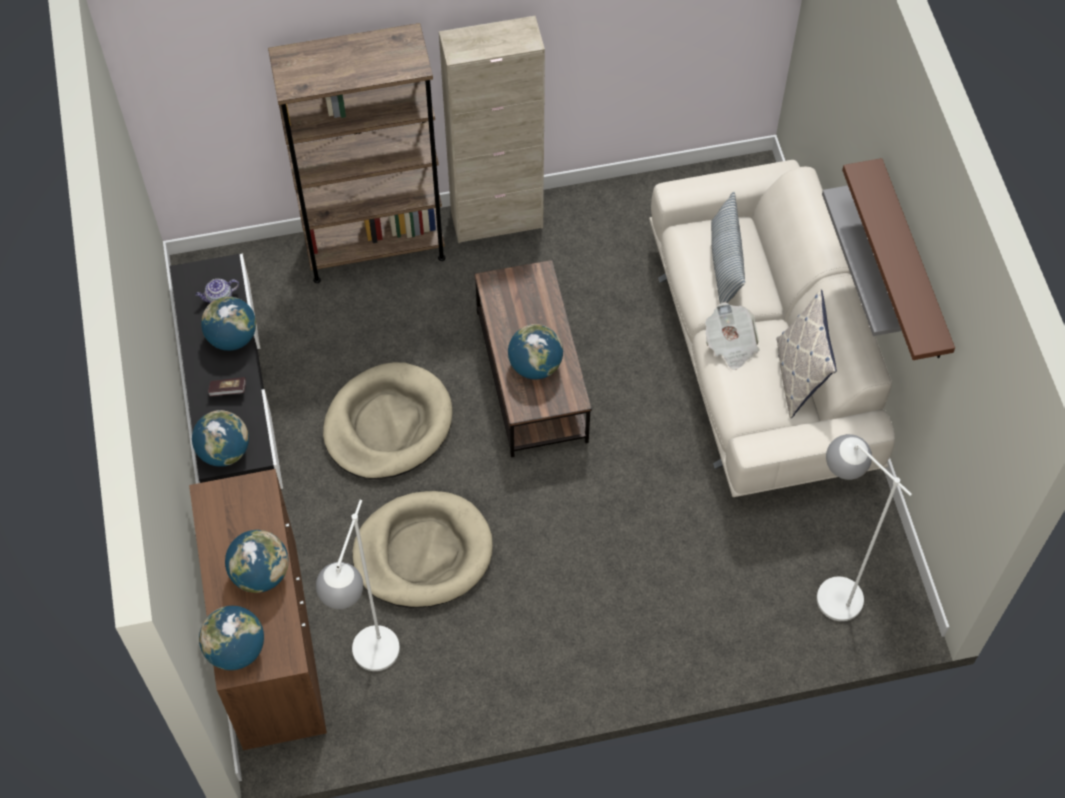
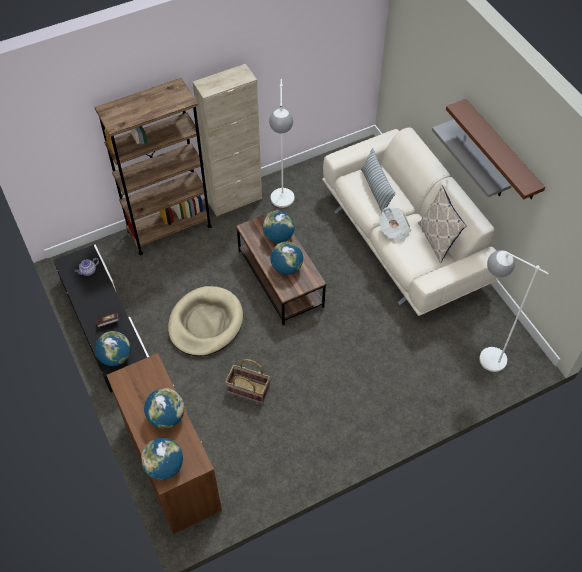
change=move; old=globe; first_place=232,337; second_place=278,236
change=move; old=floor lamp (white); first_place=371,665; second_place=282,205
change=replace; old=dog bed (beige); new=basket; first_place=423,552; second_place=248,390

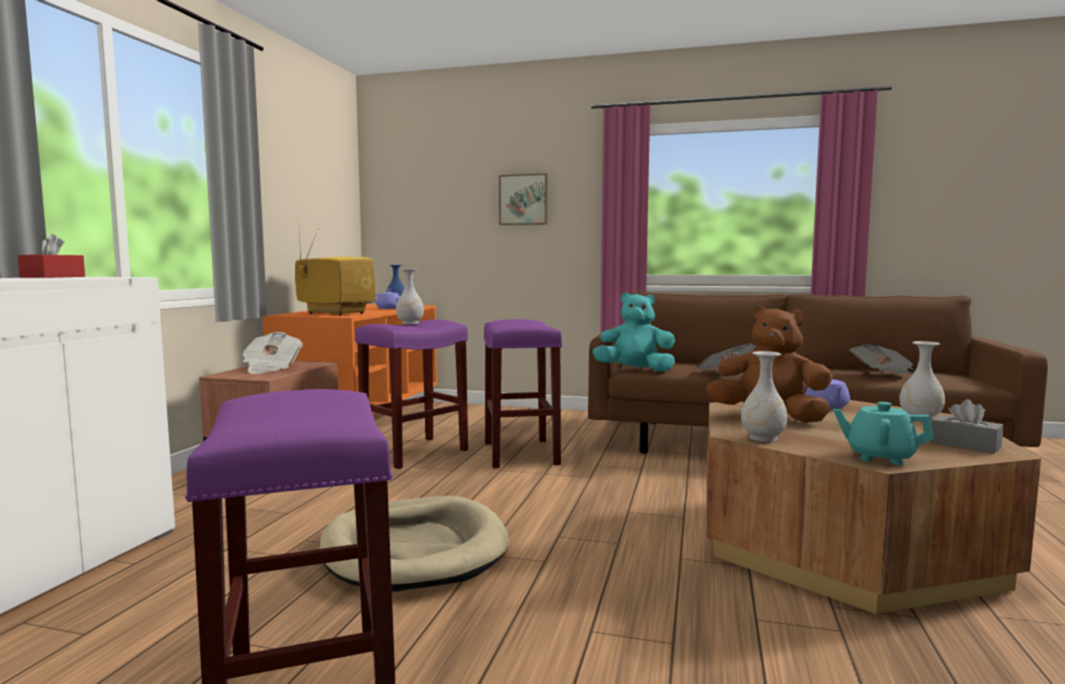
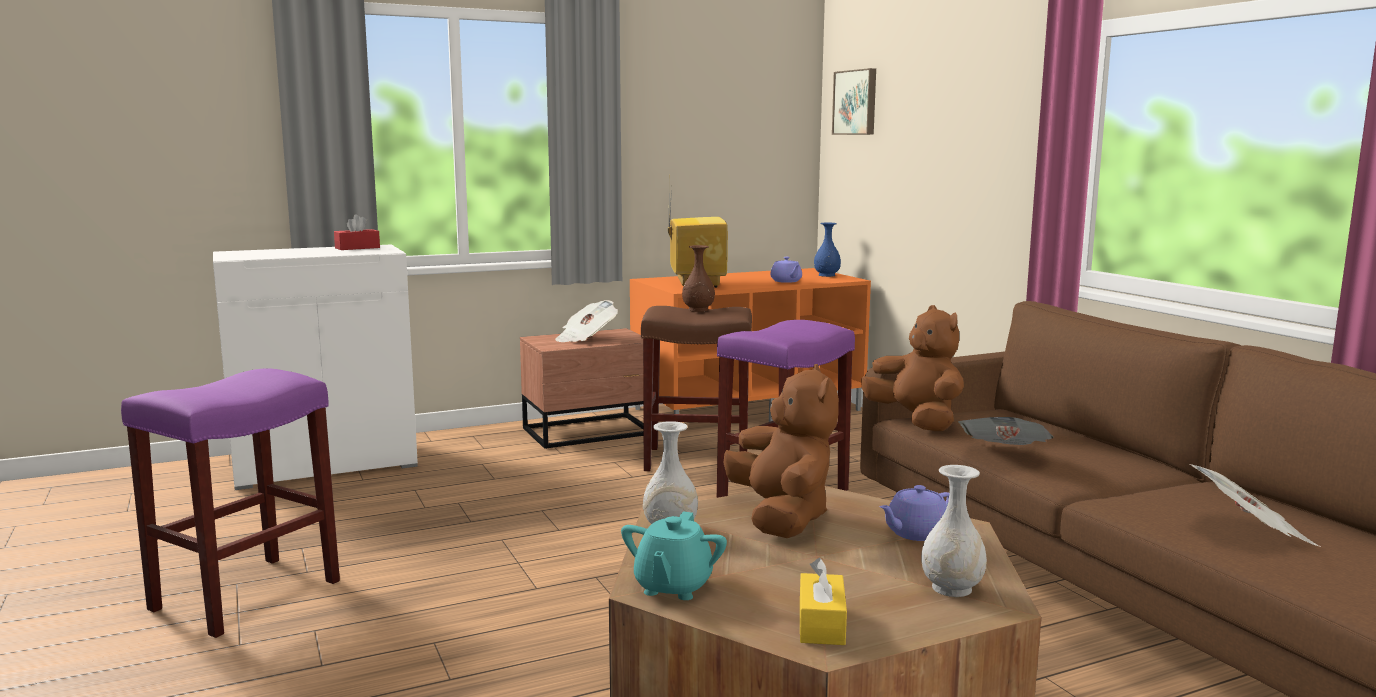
change=delete; old=dog bed (beige); first_place=414,549
change=recolor; old=stool (purple); new=stool (brown); first_place=415,452; second_place=698,460
change=recolor; old=vase (white); new=vase (brown); first_place=409,323; second_place=698,310
change=move; old=picture; first_place=524,200; second_place=856,102
change=recolor; old=plush toy (turquoise); new=plush toy (brown); first_place=635,370; second_place=916,421
change=rotate; old=teapot (turquoise); first_place=880,457; second_place=672,587; degrees=-150
change=recolor; old=tissue box (grey); new=tissue box (yellow); first_place=965,445; second_place=821,624

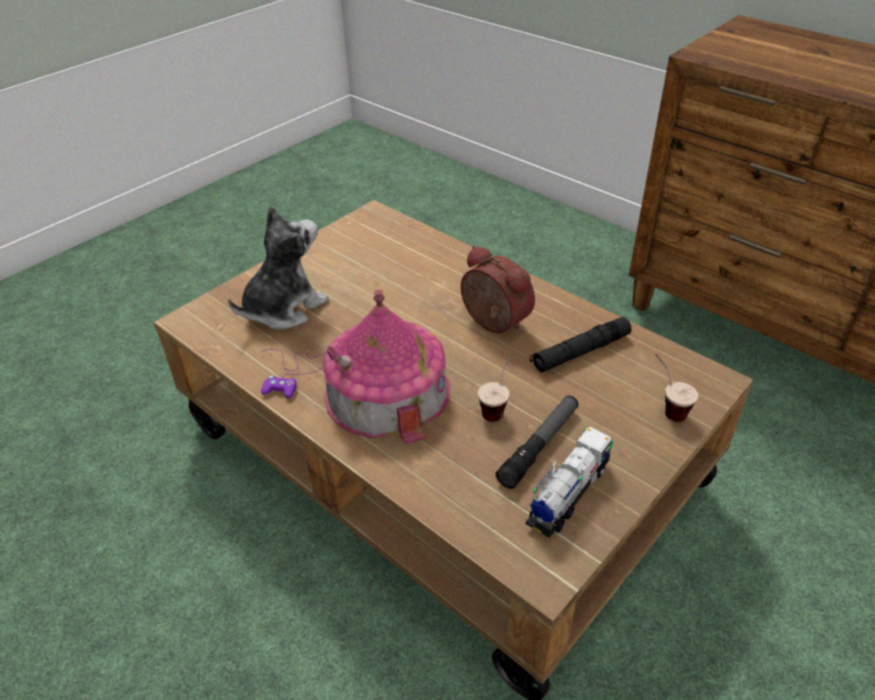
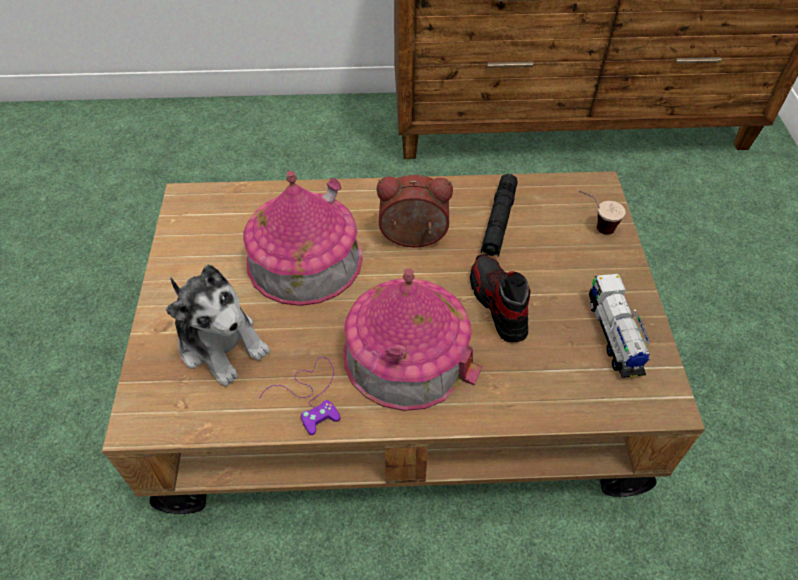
change=rotate; old=plush toy; first_place=283,308; second_place=221,343; degrees=135
change=replace; old=cup; new=shoe; first_place=498,406; second_place=498,304
change=delete; old=flashlight; first_place=539,446
change=insert; new=toy house; second_place=304,259

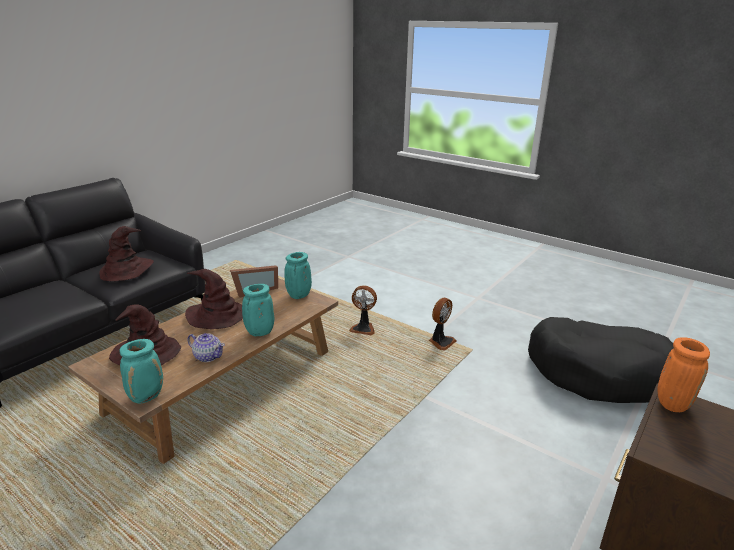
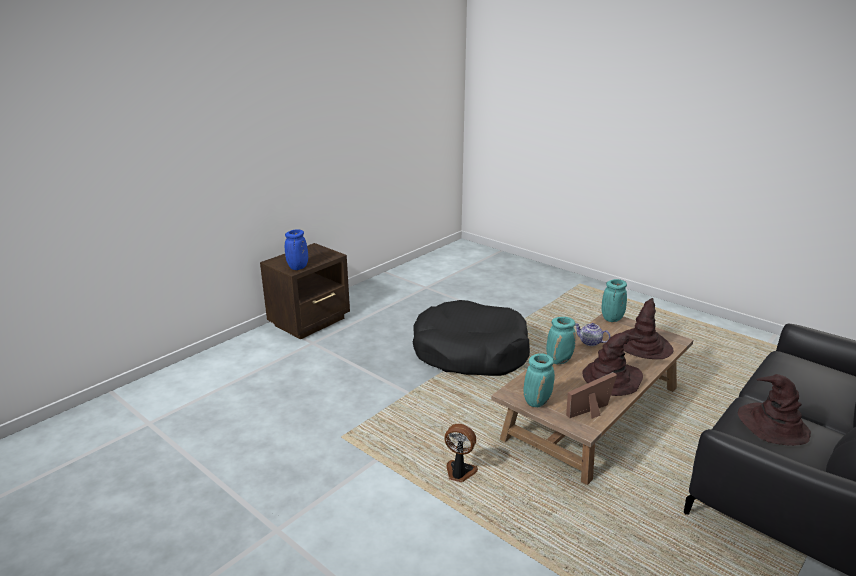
change=delete; old=fan; first_place=441,342
change=move; old=dog bed (black); first_place=599,372; second_place=470,352
change=recolor; old=vase (orange); new=vase (blue); first_place=671,403; second_place=298,268

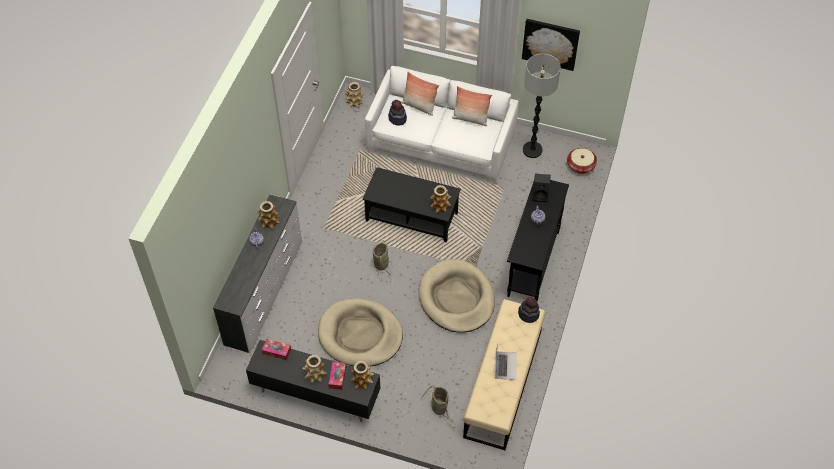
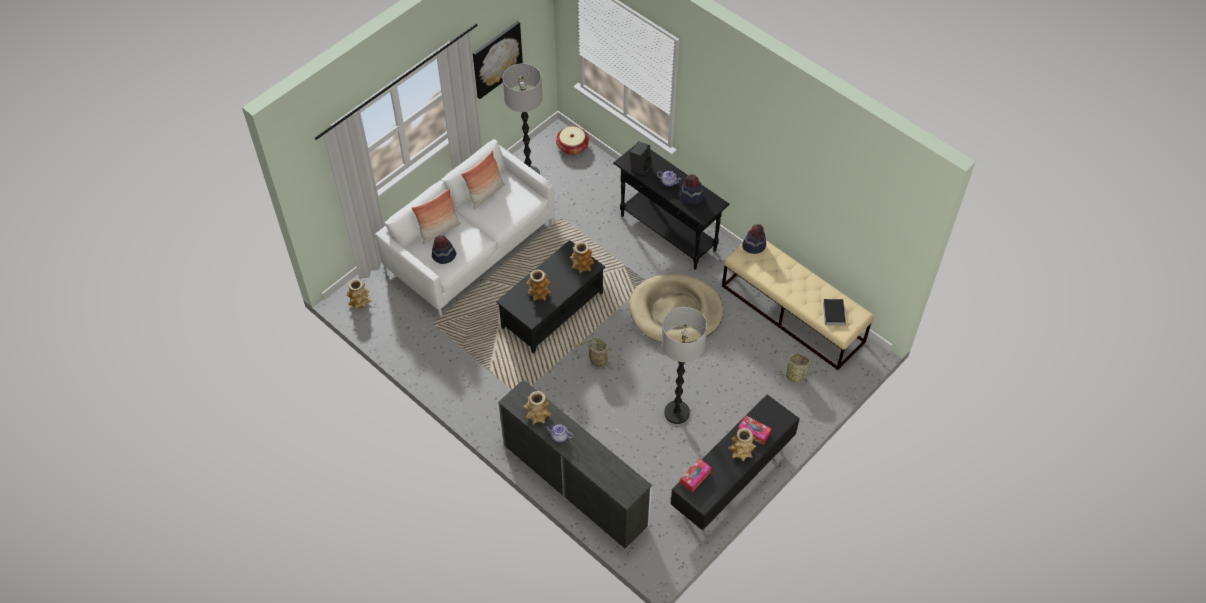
change=replace; old=dog bed (beige); new=floor lamp; first_place=360,335; second_place=677,412
change=move; old=vase; first_place=362,381; second_place=539,293
change=delete; old=laptop; first_place=505,365
change=insert; new=hat; second_place=691,196
change=insert; new=book; second_place=833,312

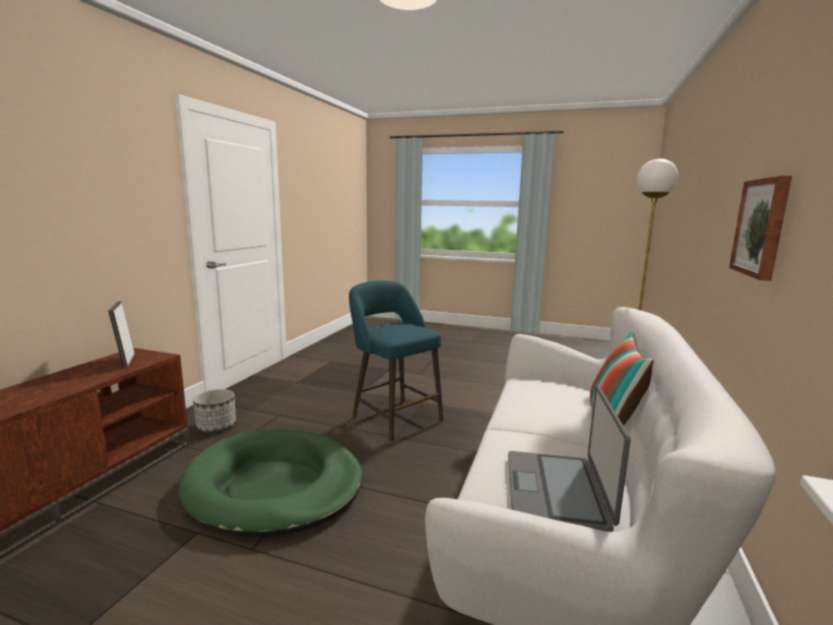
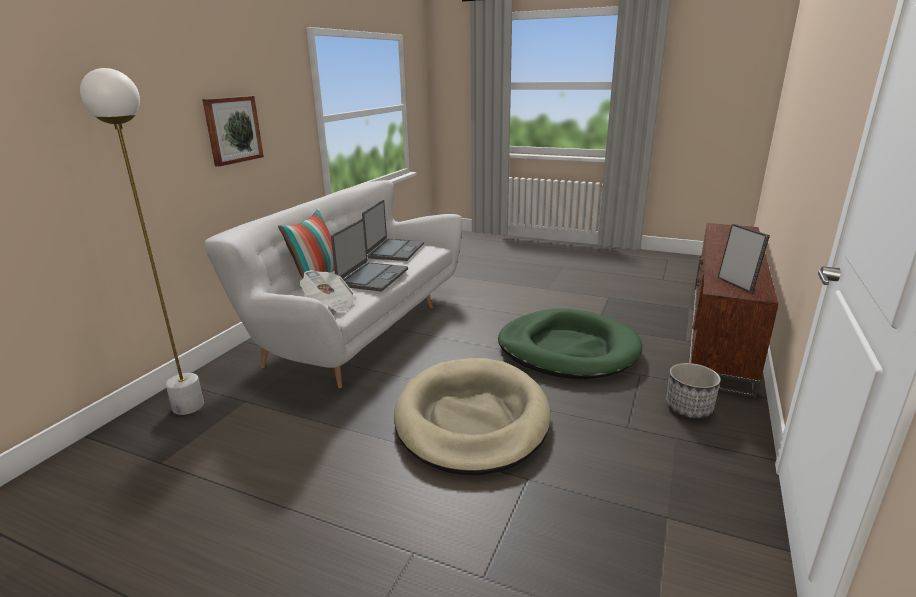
change=replace; old=stool (turquoise); new=dog bed (beige); first_place=394,418; second_place=472,419
change=insert; new=newspaper; second_place=330,304
change=insert; new=laptop; second_place=372,277

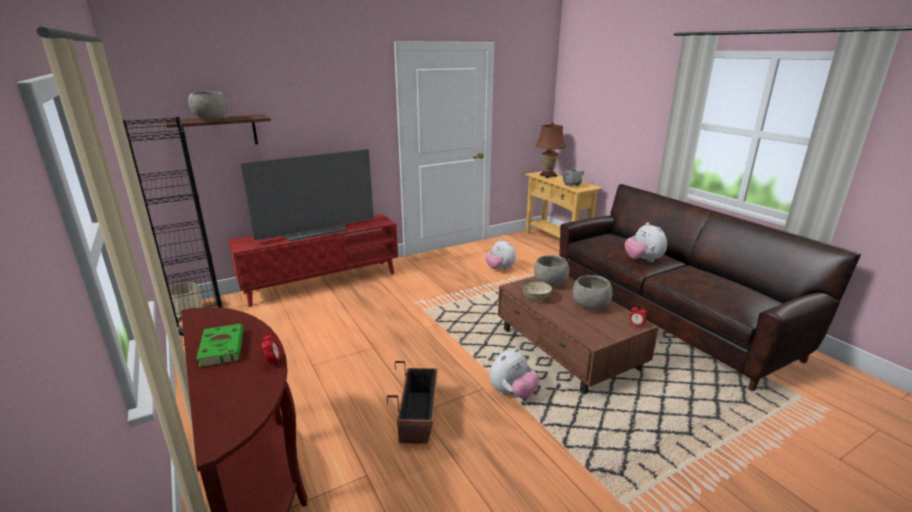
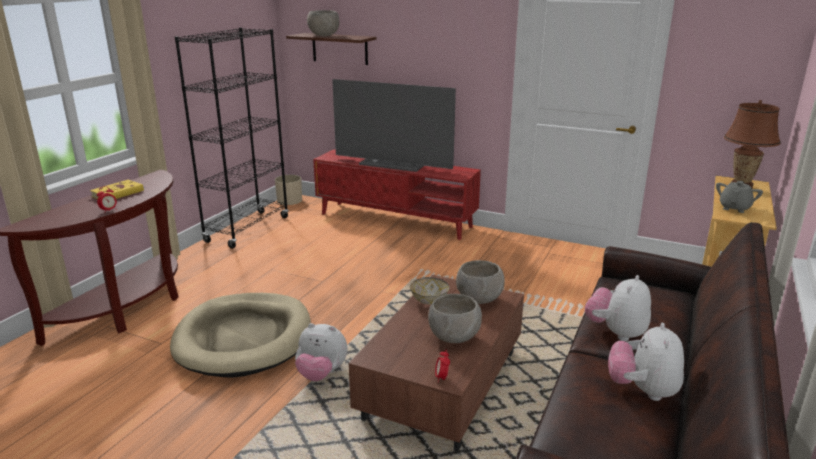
change=recolor; old=book (green); new=book (yellow); first_place=222,347; second_place=119,193
change=replace; old=planter; new=dog bed (beige); first_place=418,417; second_place=244,338
change=move; old=plush toy; first_place=500,269; second_place=642,390

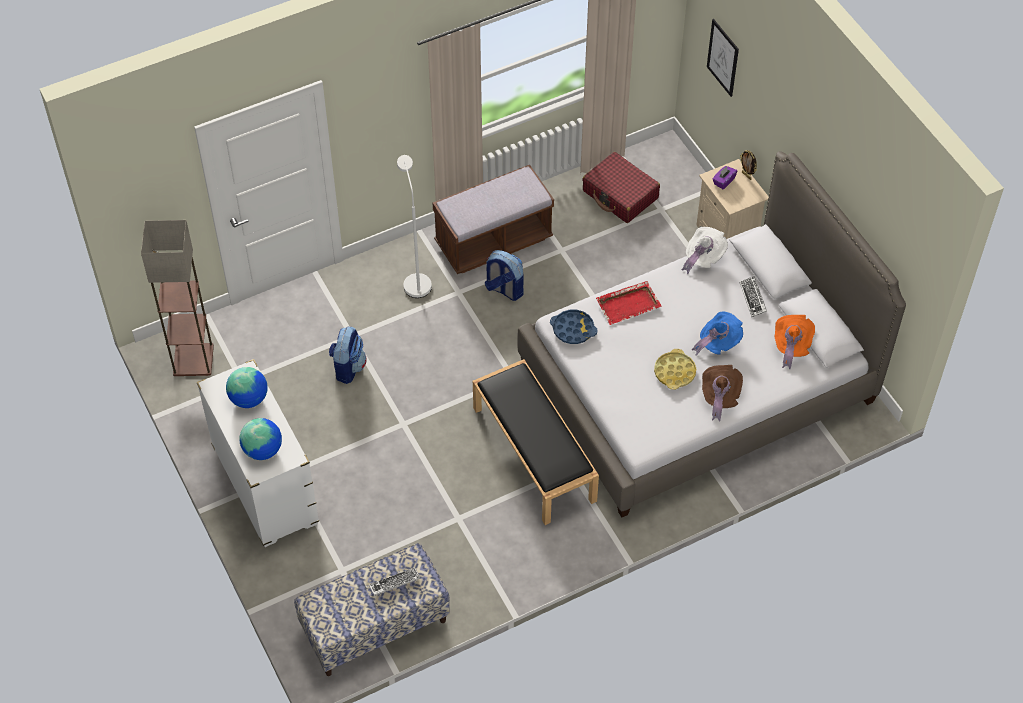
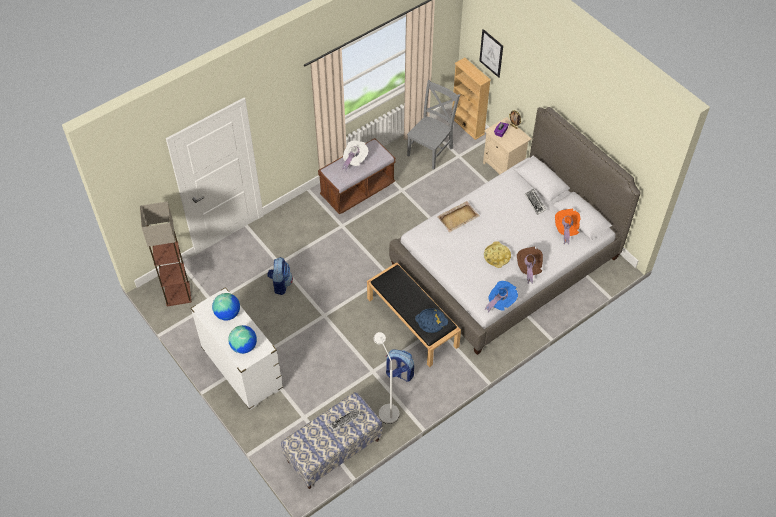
change=move; old=floor lamp (white); first_place=416,280; second_place=386,409
change=move; old=backpack; first_place=504,289; second_place=399,373
change=move; old=tray (blue); first_place=573,329; second_place=431,322
change=replace; old=suitcase (red); new=chair (grey); first_place=620,195; second_place=431,150
change=recolor; old=tray (red); new=tray (beige); first_place=629,304; second_place=458,217
change=move; old=hat (white); first_place=703,257; second_place=354,160
change=move; old=hat (blue); first_place=718,342; second_place=500,301
change=insert; new=bookcase (beige); second_place=467,125

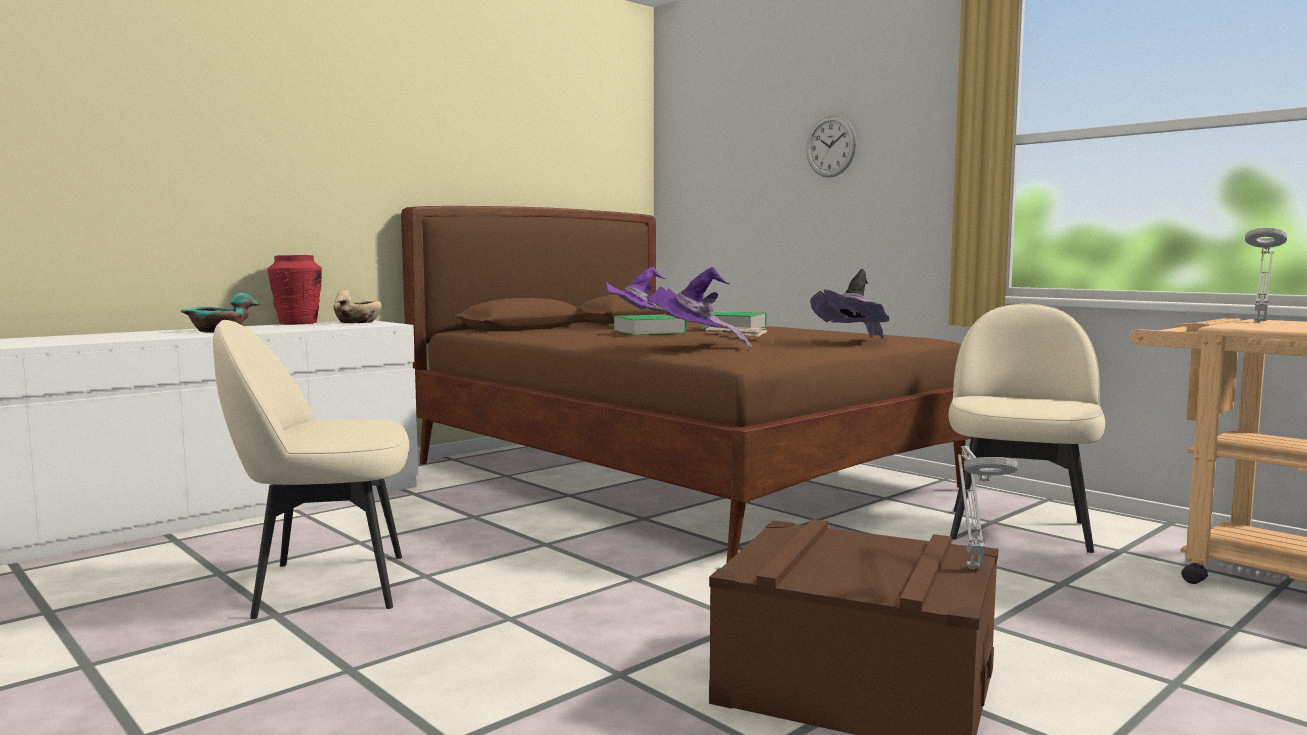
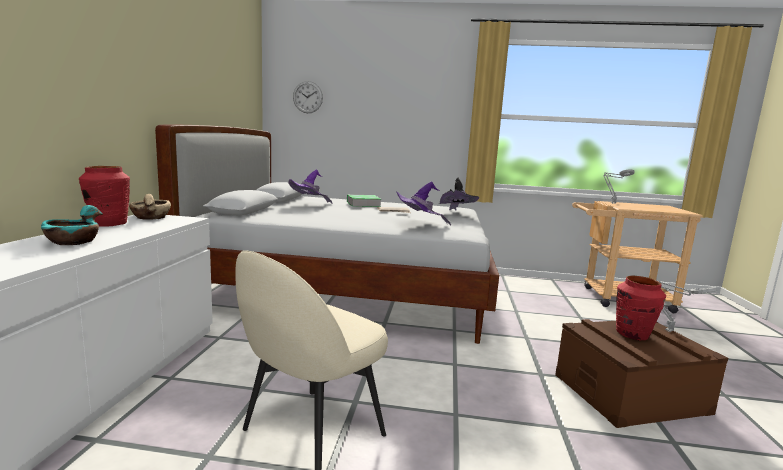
change=recolor; old=bed (brown); new=bed (white); first_place=679,476; second_place=348,290
change=delete; old=book; first_place=649,331
change=move; old=wall clock; first_place=831,146; second_place=307,97
change=delete; old=chair (beige); first_place=1018,528
change=insert; new=vase (red); second_place=633,334

